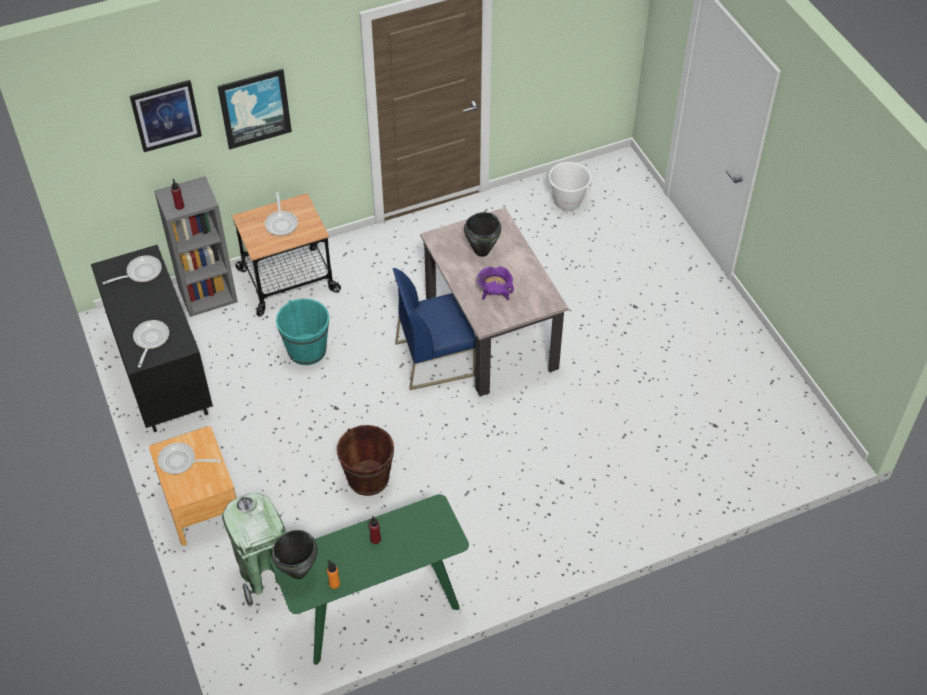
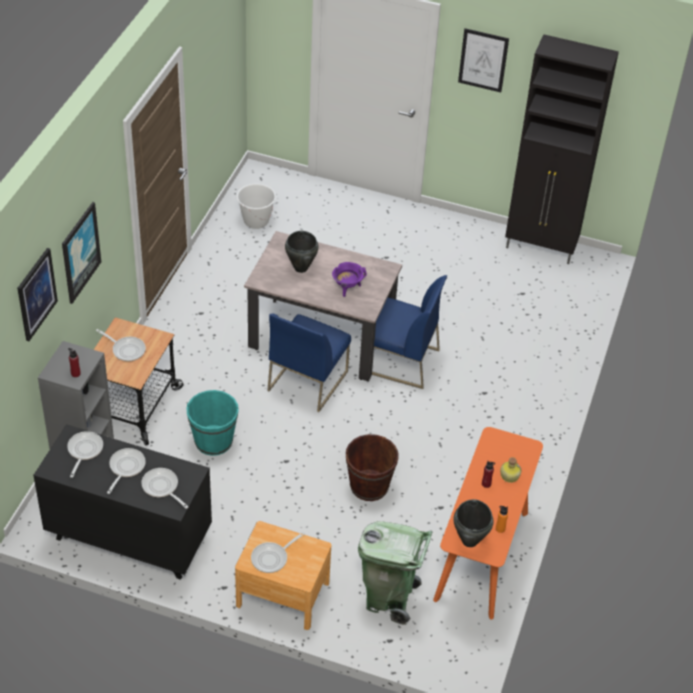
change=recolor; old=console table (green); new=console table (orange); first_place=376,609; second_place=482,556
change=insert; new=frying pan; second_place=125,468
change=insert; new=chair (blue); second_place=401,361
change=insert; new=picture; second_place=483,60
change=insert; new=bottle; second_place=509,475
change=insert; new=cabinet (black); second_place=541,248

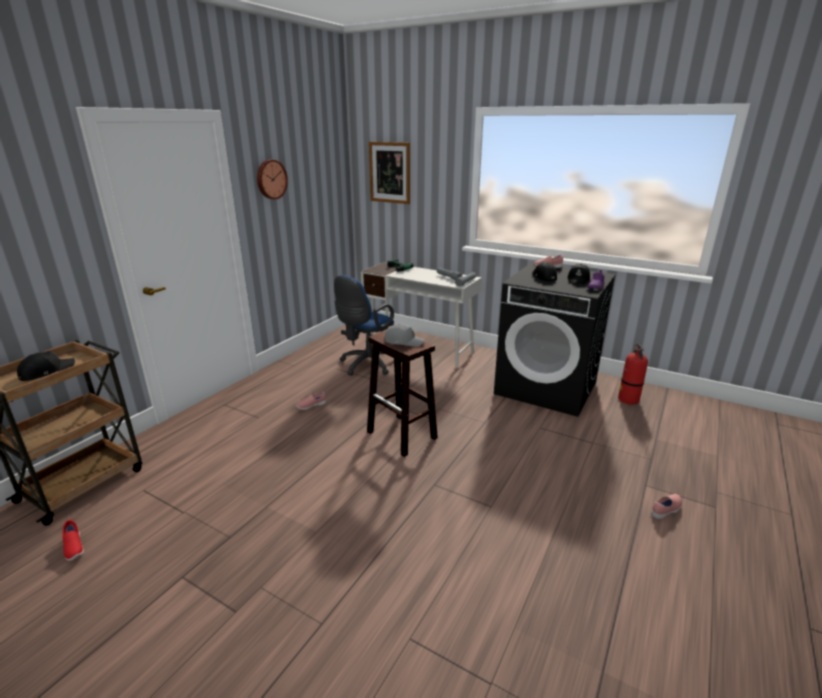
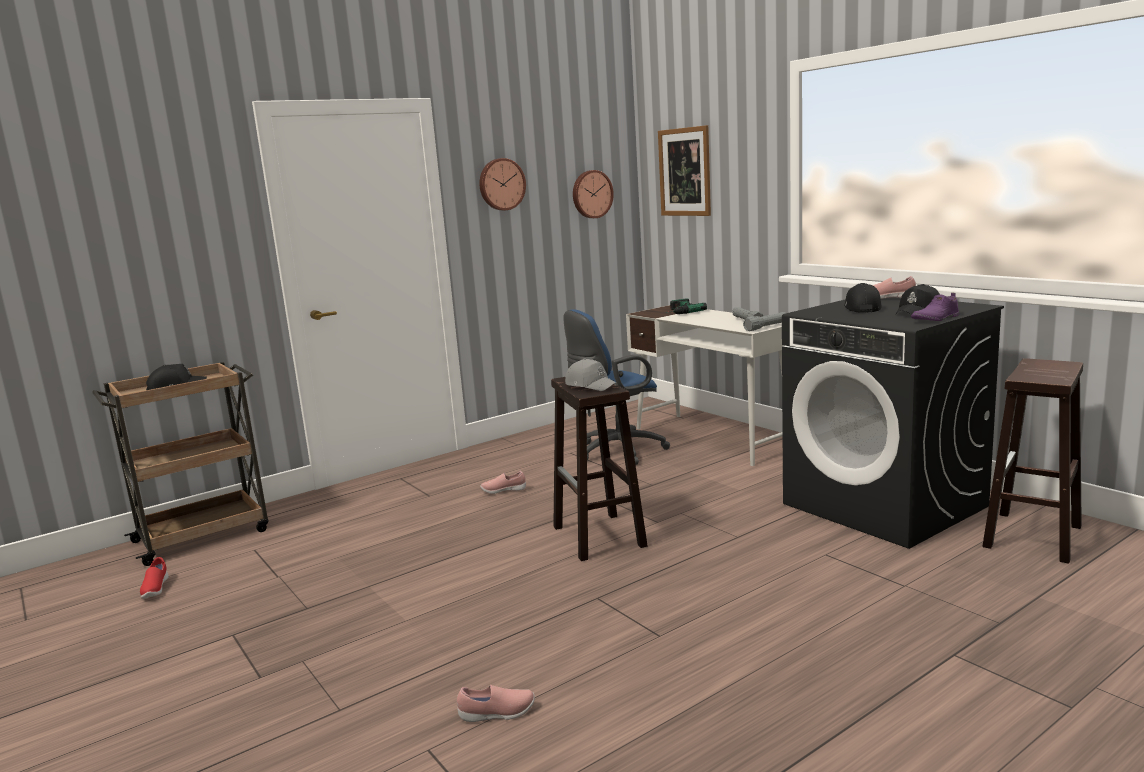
change=replace; old=fire extinguisher; new=stool (brown); first_place=628,400; second_place=1033,537
change=move; old=shoe (pink); first_place=666,510; second_place=497,714
change=insert; new=wall clock; second_place=591,194

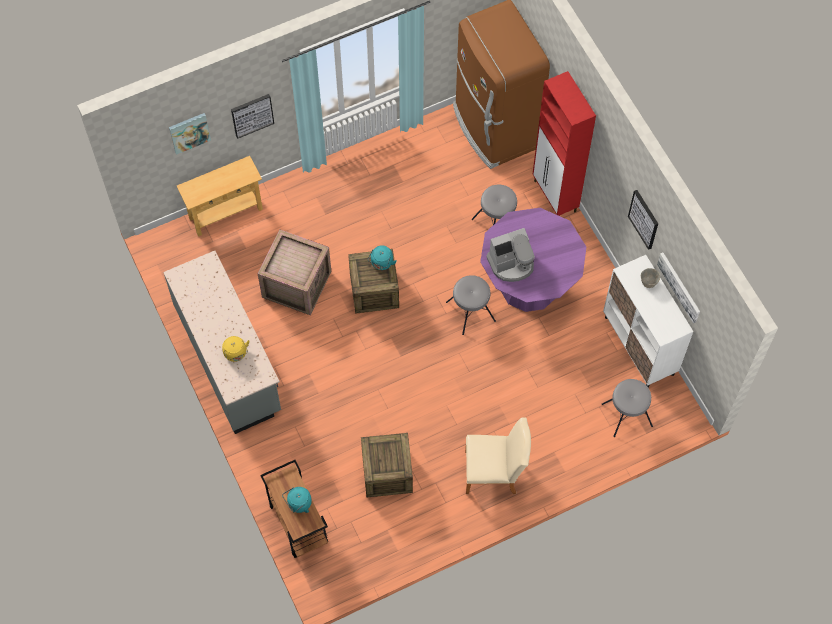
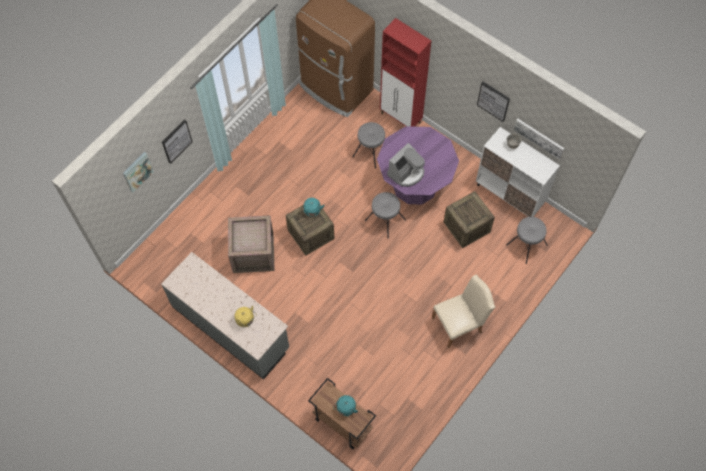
change=delete; old=console table (beige); first_place=225,213
change=move; old=crate; first_place=387,473; second_place=466,227

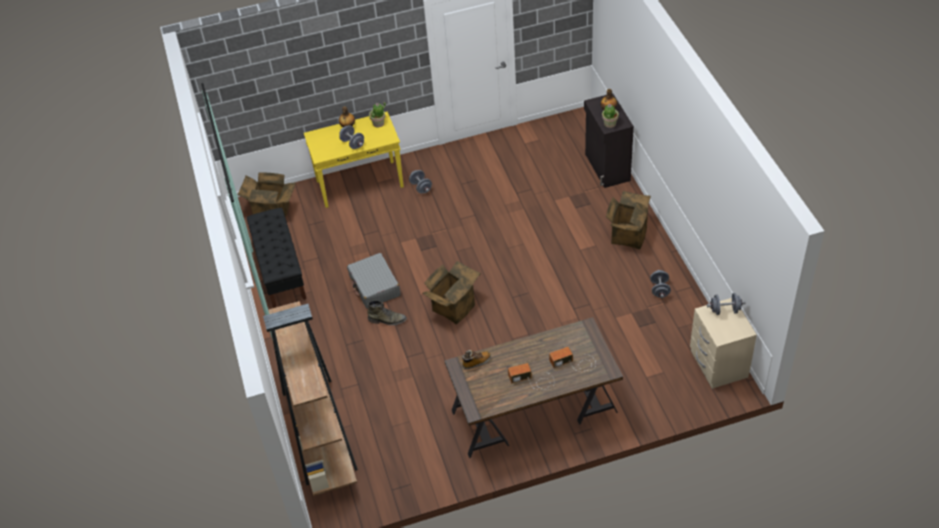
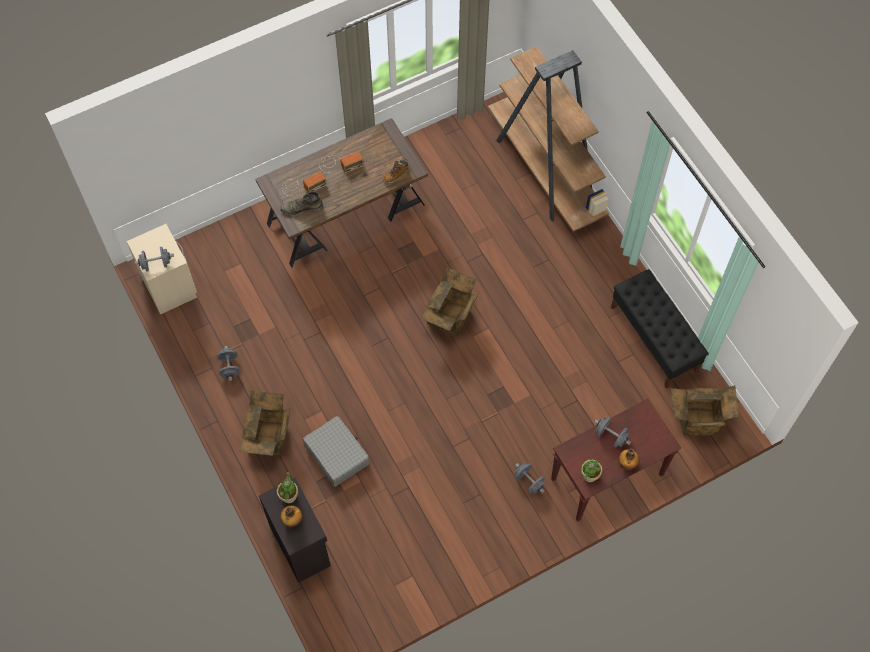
change=recolor; old=console table (yellow); new=console table (brown); first_place=360,184; second_place=606,478
change=move; old=suitcase (grey); first_place=374,286; second_place=337,454
change=move; old=boot (green); first_place=387,320; second_place=301,208

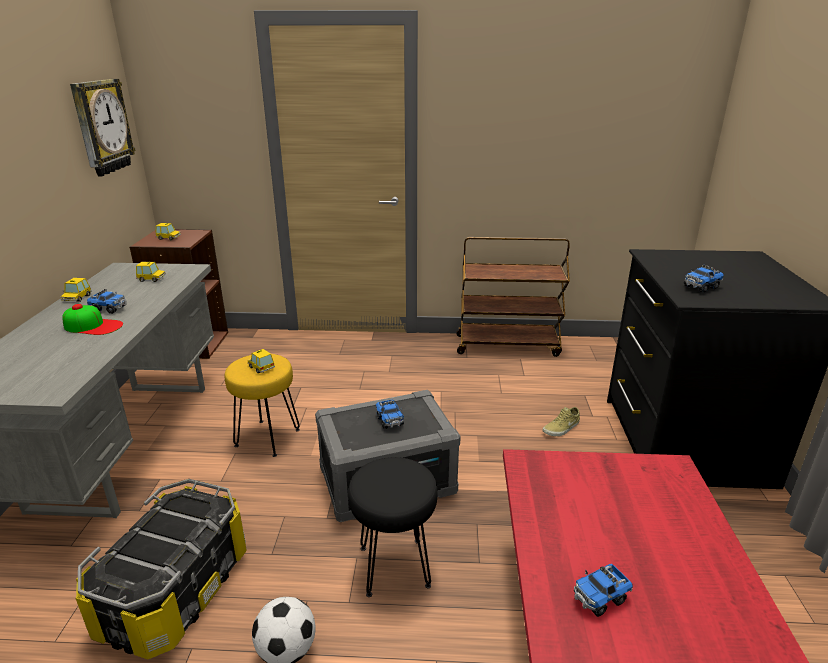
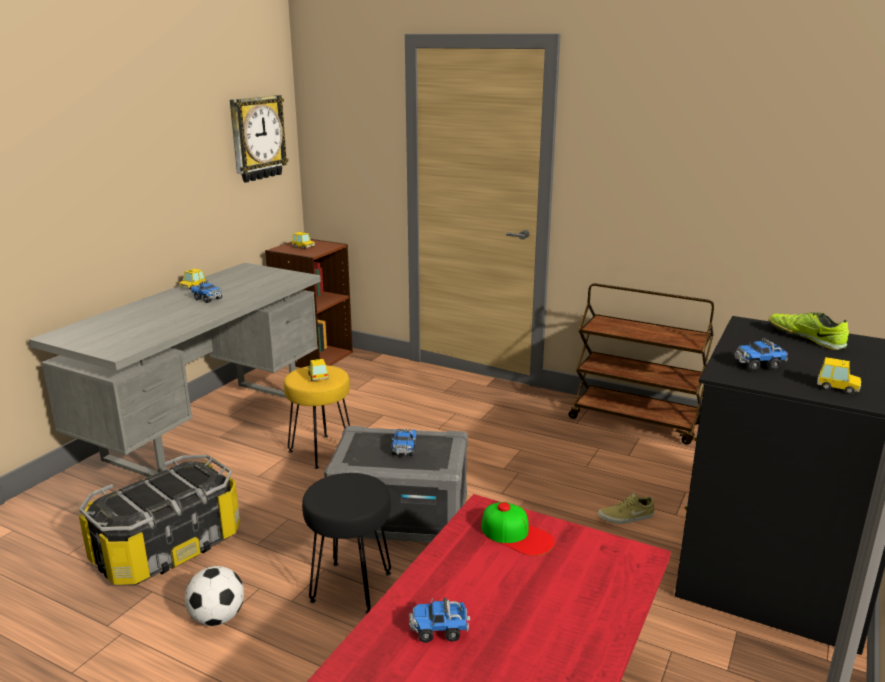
change=move; old=cap; first_place=93,326; second_place=517,535
change=move; old=toy car; first_place=152,279; second_place=837,387
change=insert; new=shoe; second_place=806,338

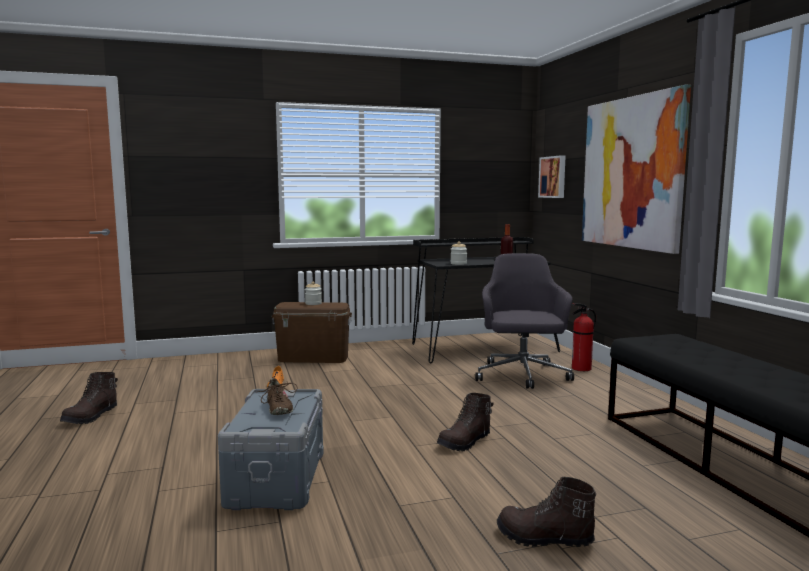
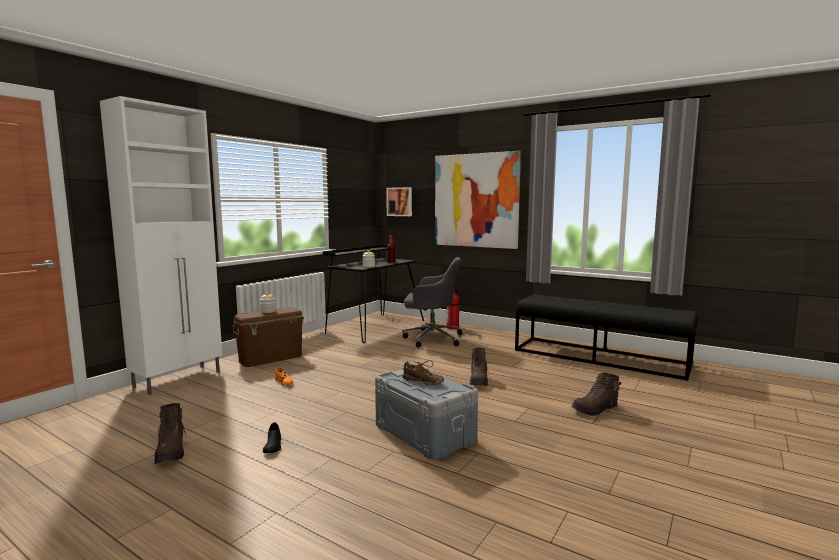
change=rotate; old=office chair (grey); first_place=522,375; second_place=431,338; degrees=135
change=insert; new=cabinet (white); second_place=179,379
change=insert; new=shoe (black); second_place=273,445

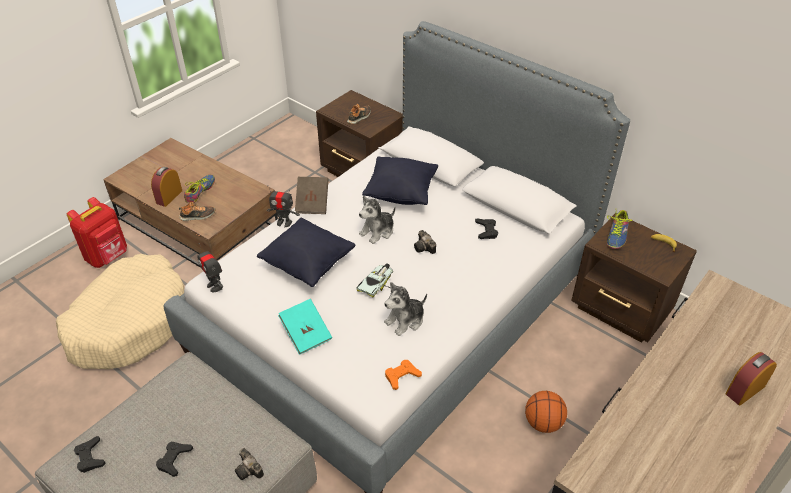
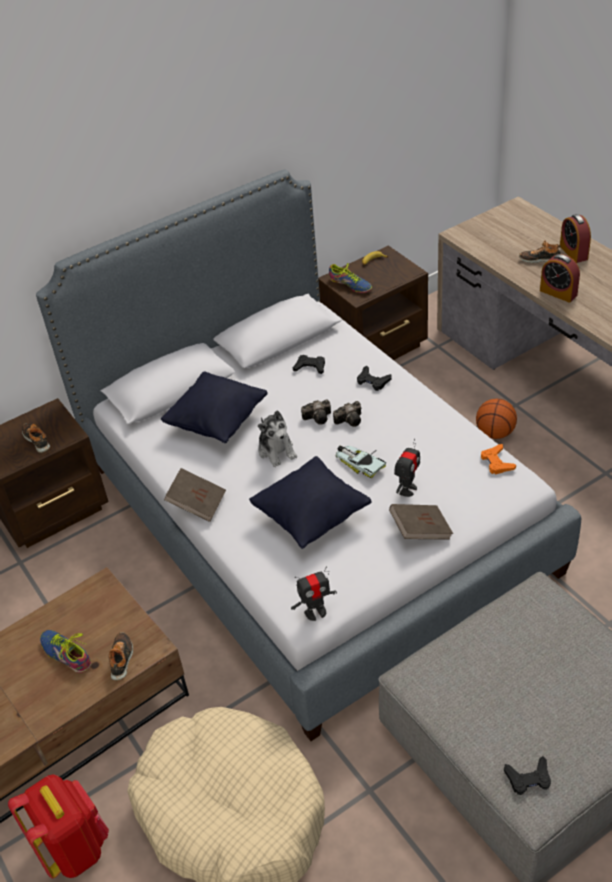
change=move; old=alarm clock; first_place=169,197; second_place=558,293
change=move; old=game controller (black); first_place=174,460; second_place=373,381
change=move; old=photo camera; first_place=250,470; second_place=350,420
change=move; old=toy robot; first_place=284,222; second_place=407,489
change=recolor; old=book (turquoise); new=book (brown); first_place=306,334; second_place=420,531
change=delete; old=plush toy; first_place=405,320
change=insert; new=shoe; second_place=540,259

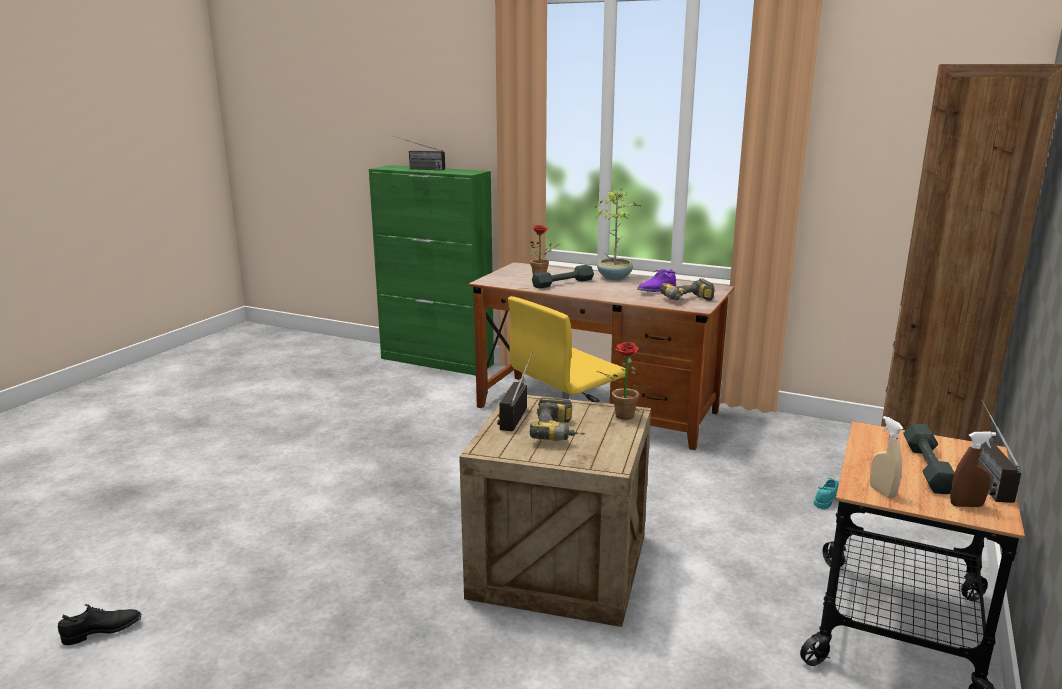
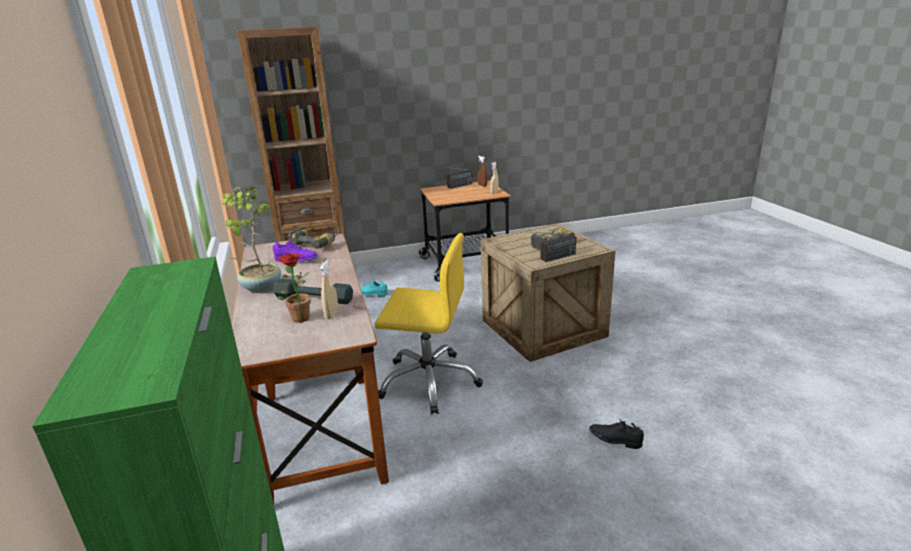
change=move; old=shoe (black); first_place=102,631; second_place=615,440
change=delete; old=radio; first_place=418,169
change=delete; old=potted plant; first_place=621,417
change=delete; old=dumbbell (grey); first_place=928,468
change=insert; new=spray bottle (beige); second_place=331,315

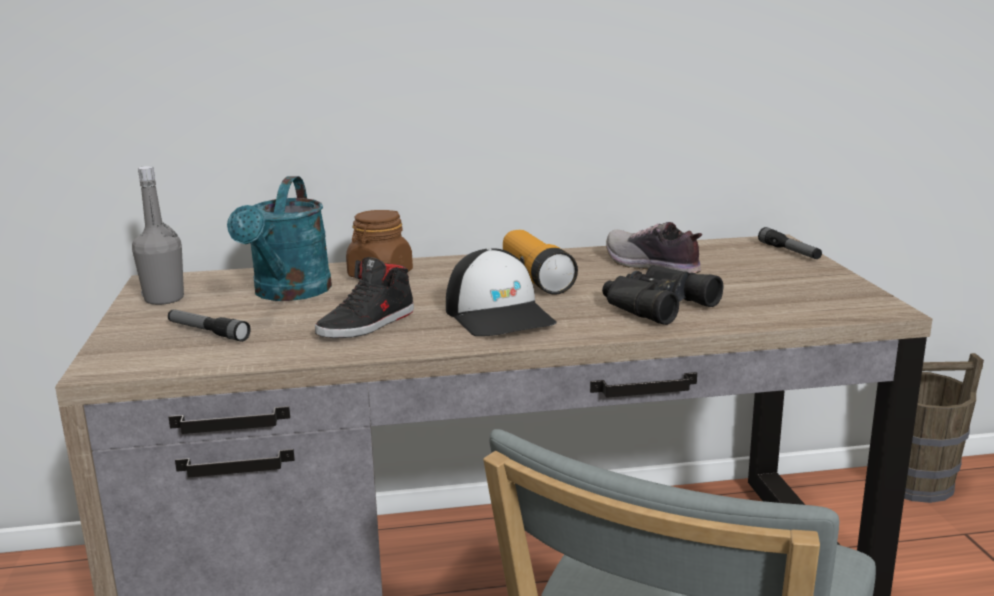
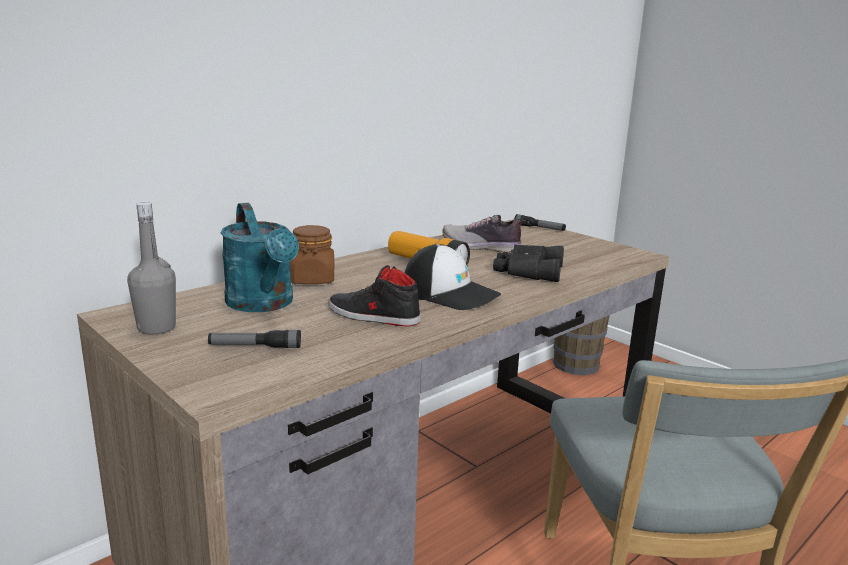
change=rotate; old=shoe (black); first_place=367,324; second_place=373,316; degrees=105

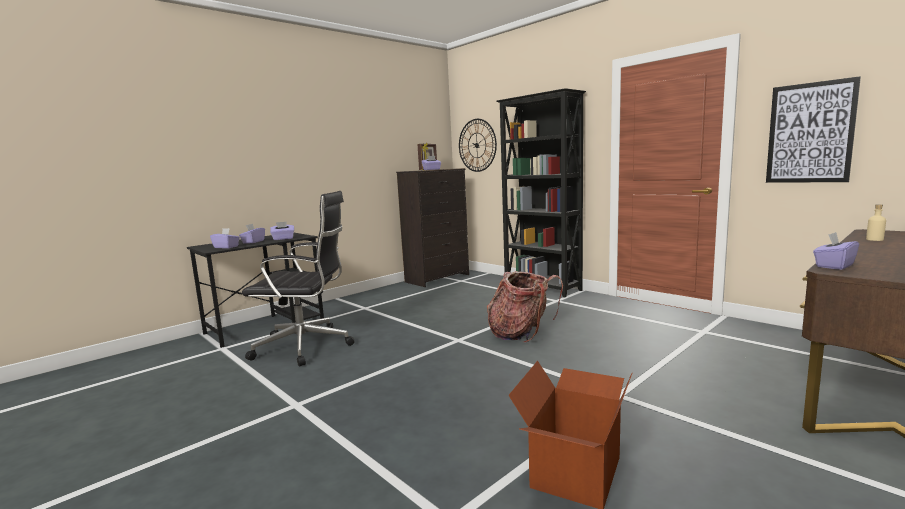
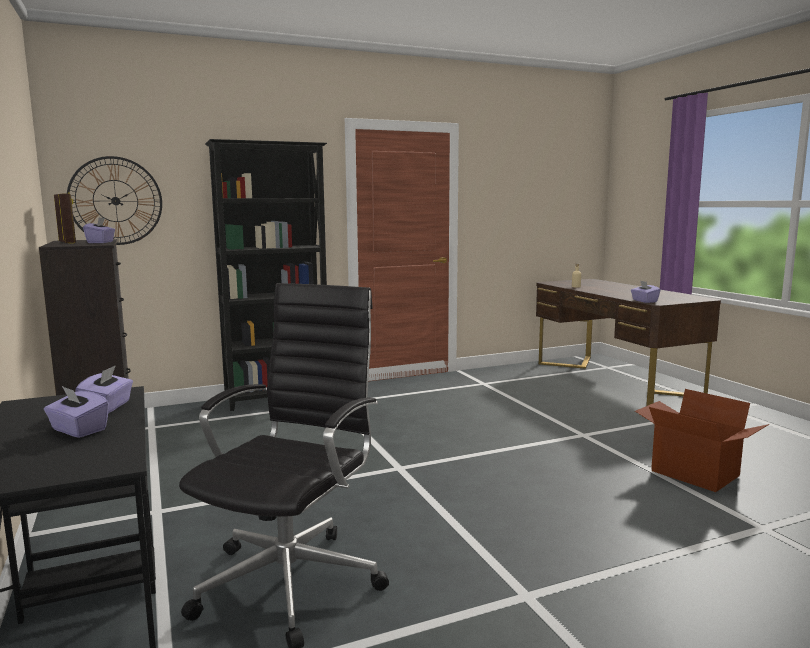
change=delete; old=tissue box (purple); first_place=226,247
change=delete; old=backpack; first_place=521,334
change=delete; old=picture; first_place=810,133

